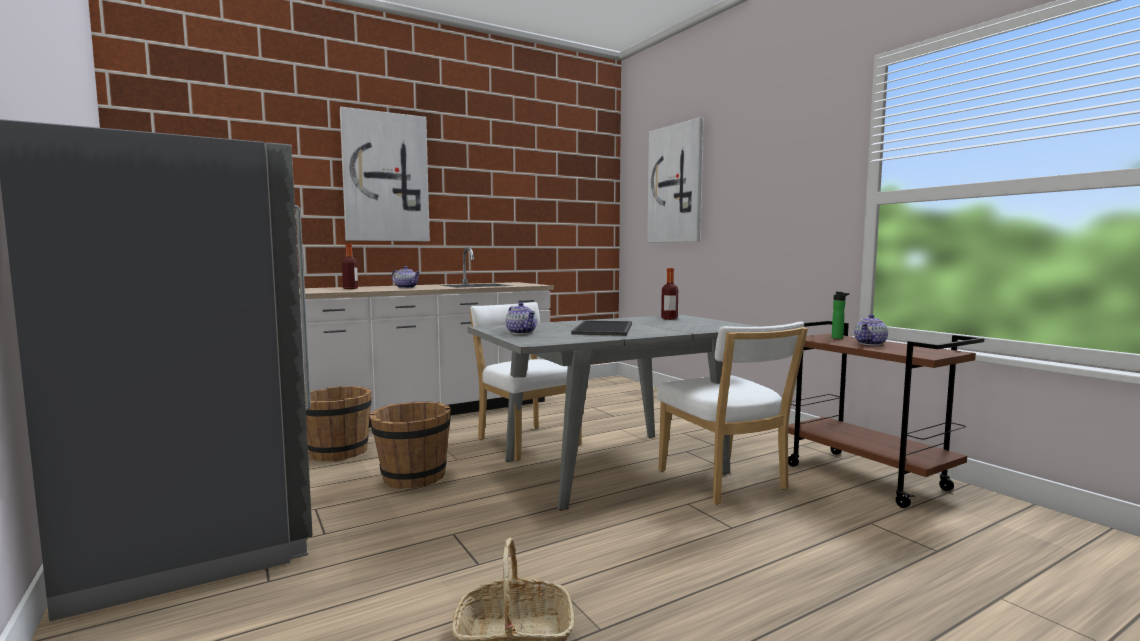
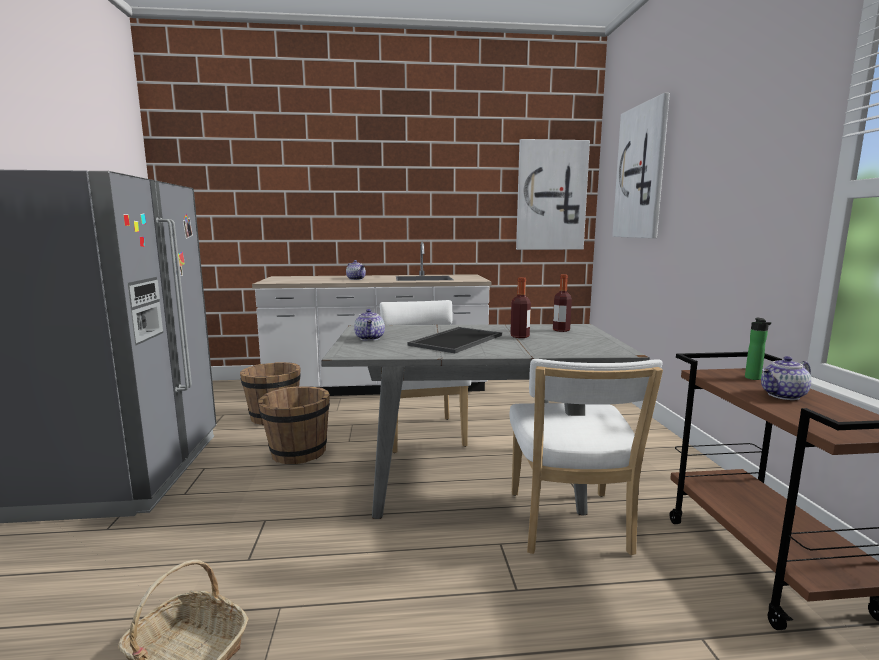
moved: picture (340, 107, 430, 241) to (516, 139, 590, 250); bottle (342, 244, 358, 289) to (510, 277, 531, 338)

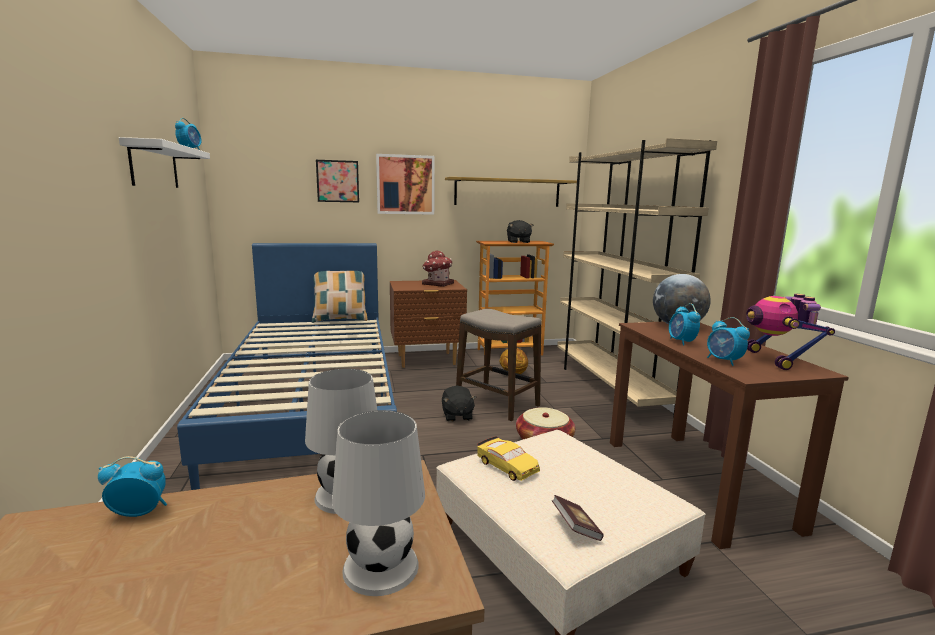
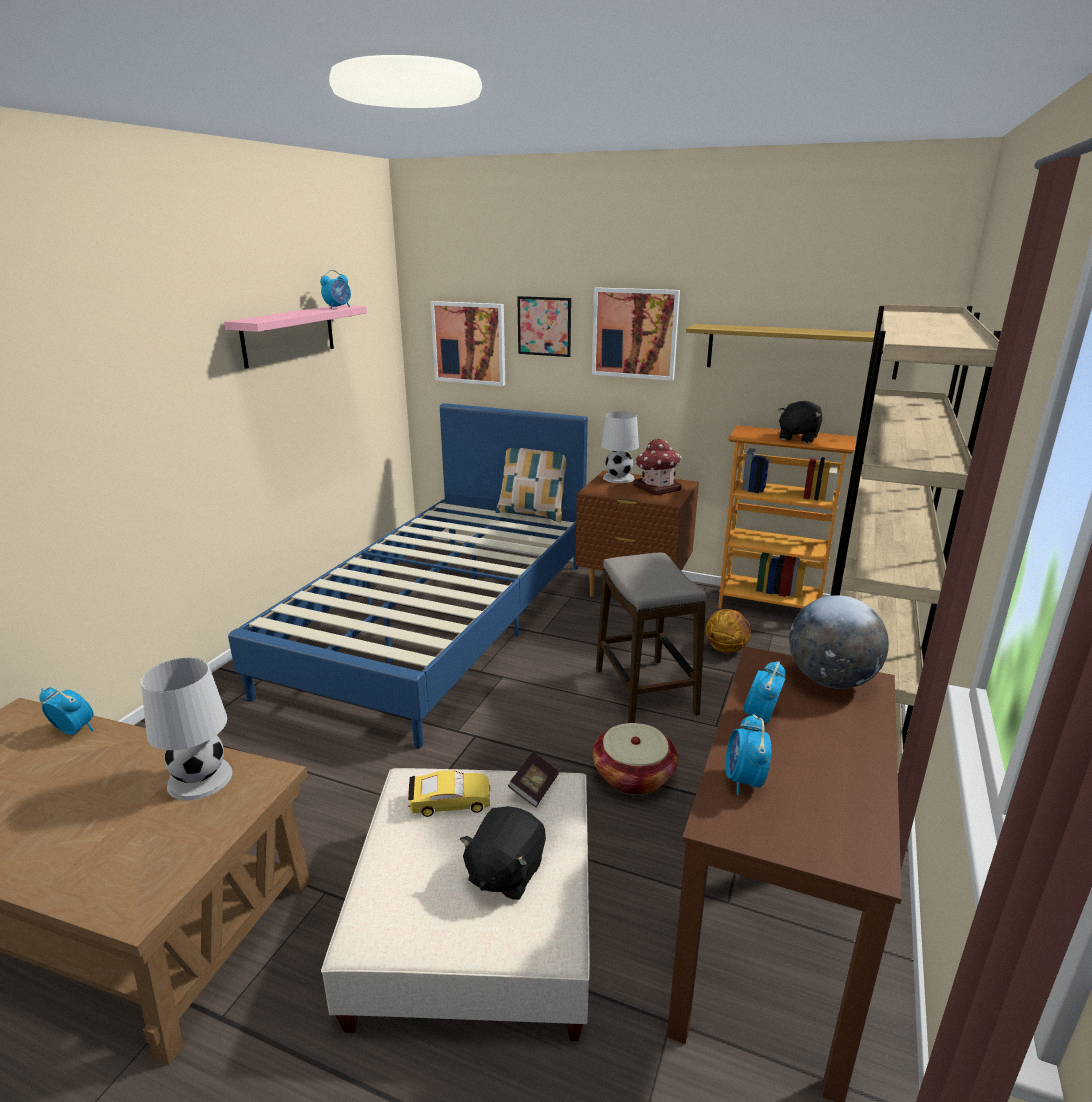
removed: toy_robot (746, 294, 835, 370)
added: picture (430, 301, 505, 386)
moved: white_table_lamp (332, 410, 425, 596) to (601, 411, 639, 483); black_plush_toy (442, 386, 477, 422) to (460, 806, 546, 900); book (552, 495, 604, 541) to (508, 752, 559, 807)
recoloured: white_shelf (119, 137, 210, 188) to pink_shelf (224, 305, 367, 369)
turned: yellow_toy_car (477, 436, 540, 481) = (408, 770, 490, 817) 90 degrees counterclockwise

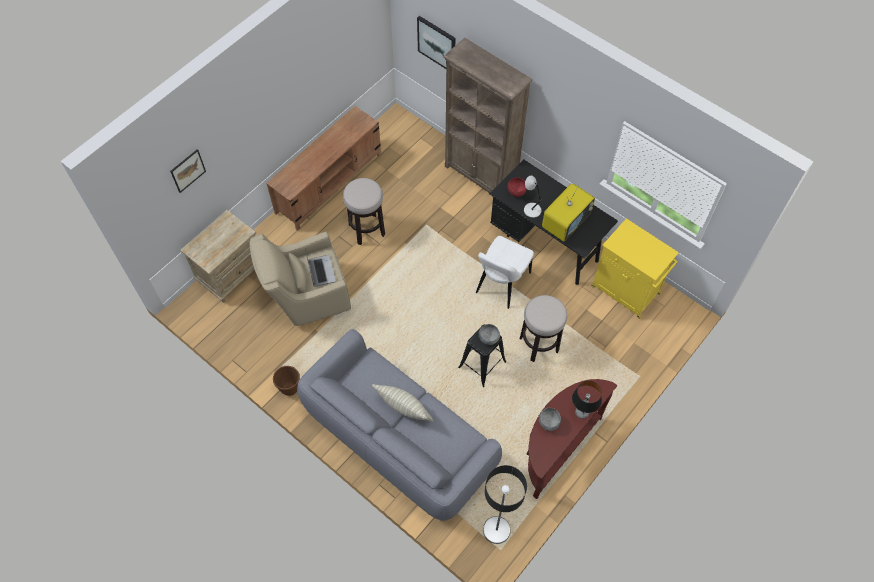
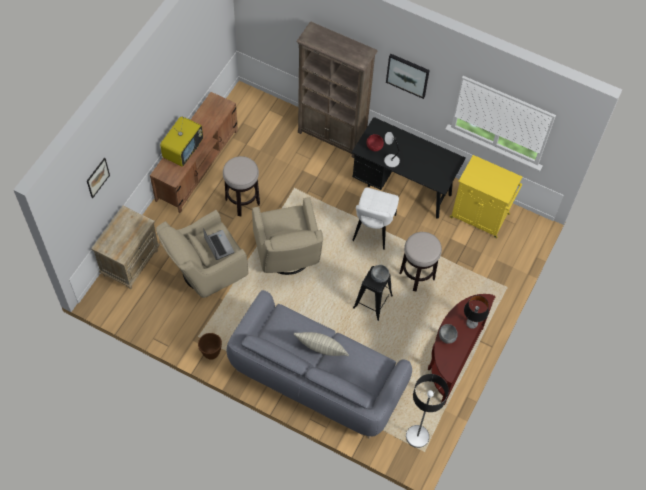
added: beige_armchair (252, 197, 323, 275)
moved: picture (417, 16, 456, 69) to (386, 54, 430, 99); television (542, 184, 595, 242) to (160, 117, 203, 167)

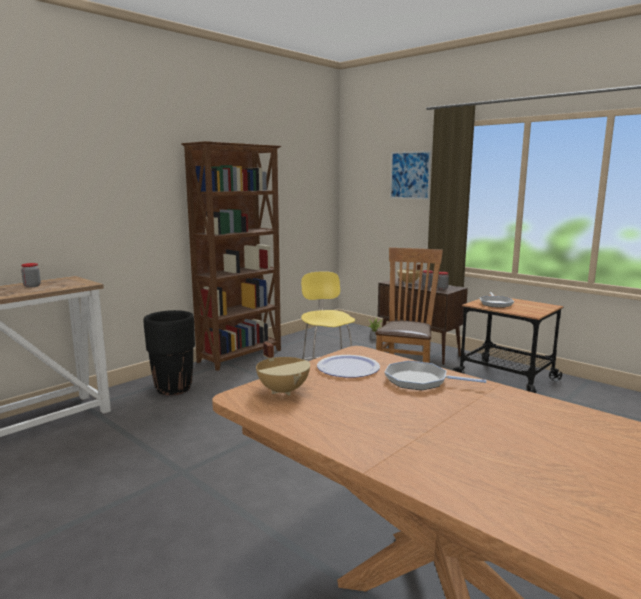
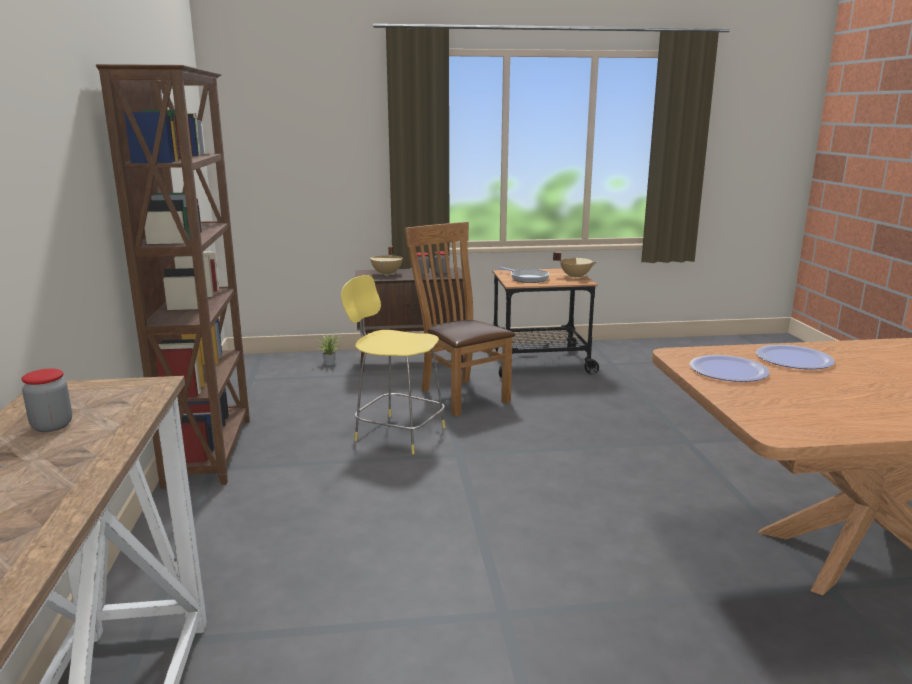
removed: black_planter (143, 310, 195, 395); picture (390, 151, 432, 200)
moved: beige_cooking_pot (256, 342, 310, 396) to (553, 252, 597, 279)
replaced: frying_pan (385, 361, 486, 390) to plate (756, 345, 835, 369)

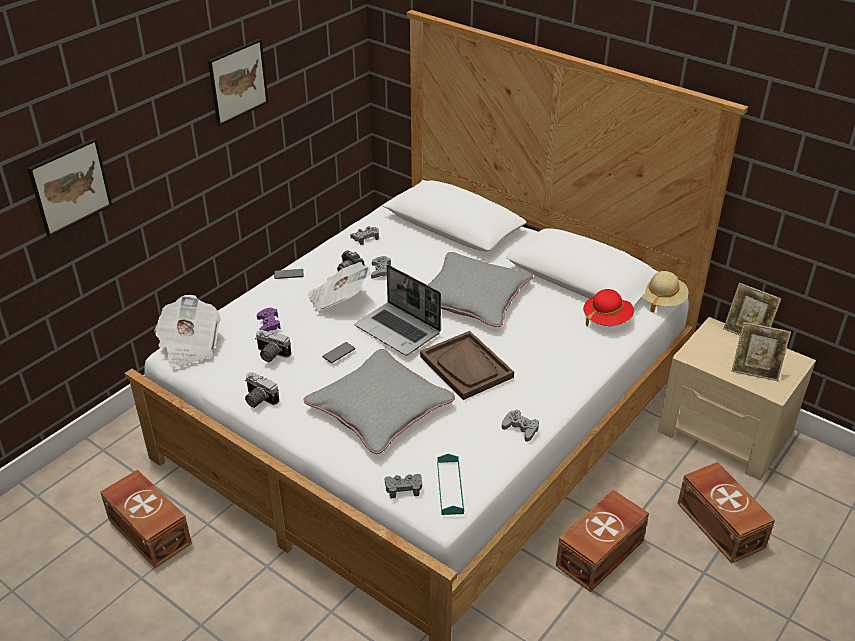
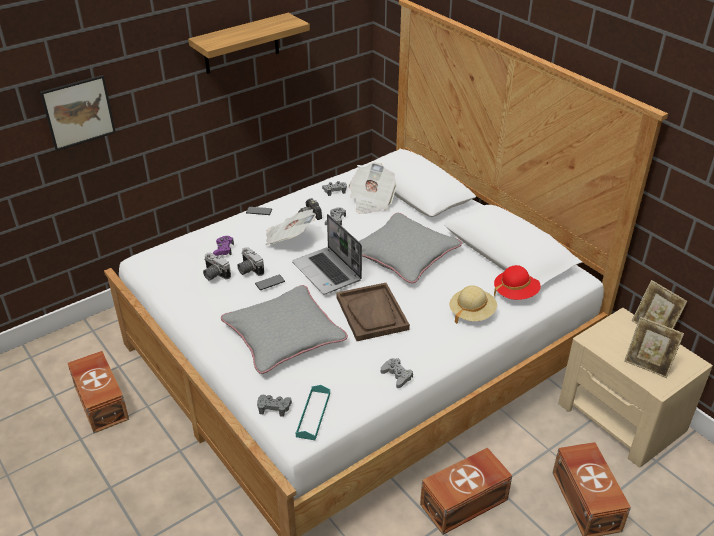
moved: newspaper (155, 295, 221, 368) to (349, 163, 397, 214); photo_camera (245, 372, 279, 408) to (237, 247, 264, 276); beige_hat (642, 271, 689, 313) to (449, 285, 497, 324)
replaced: picture (208, 39, 269, 126) to shelf (188, 13, 310, 74)

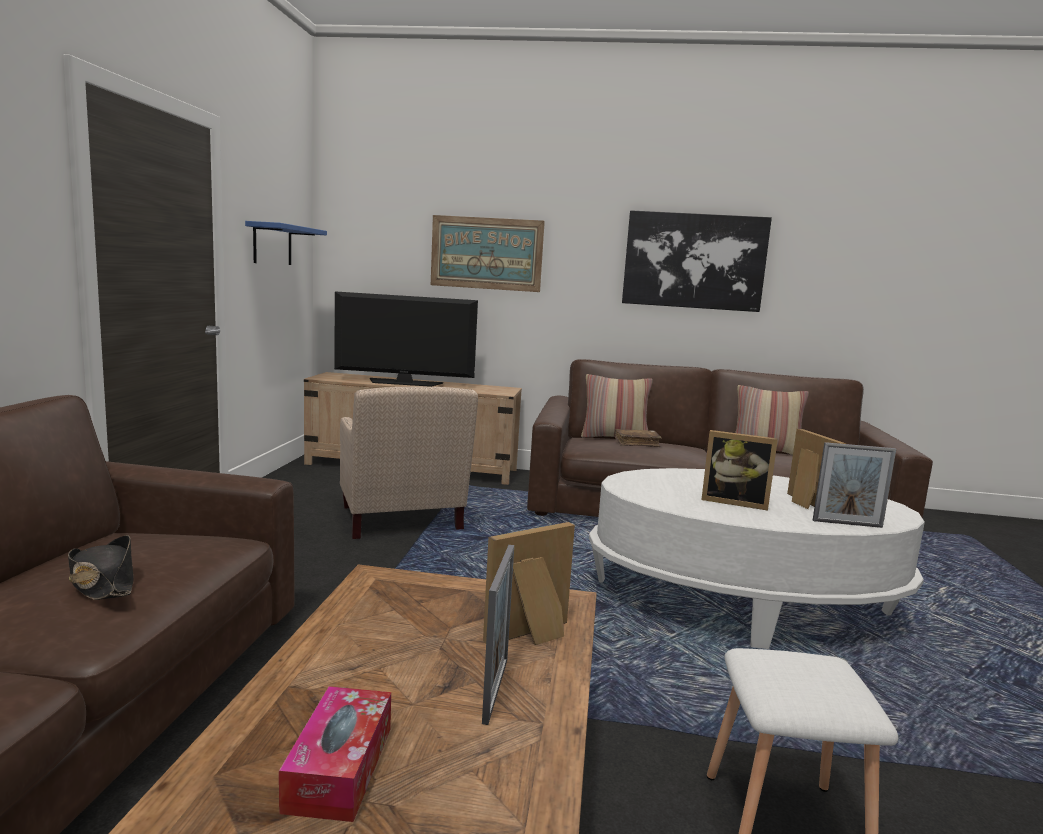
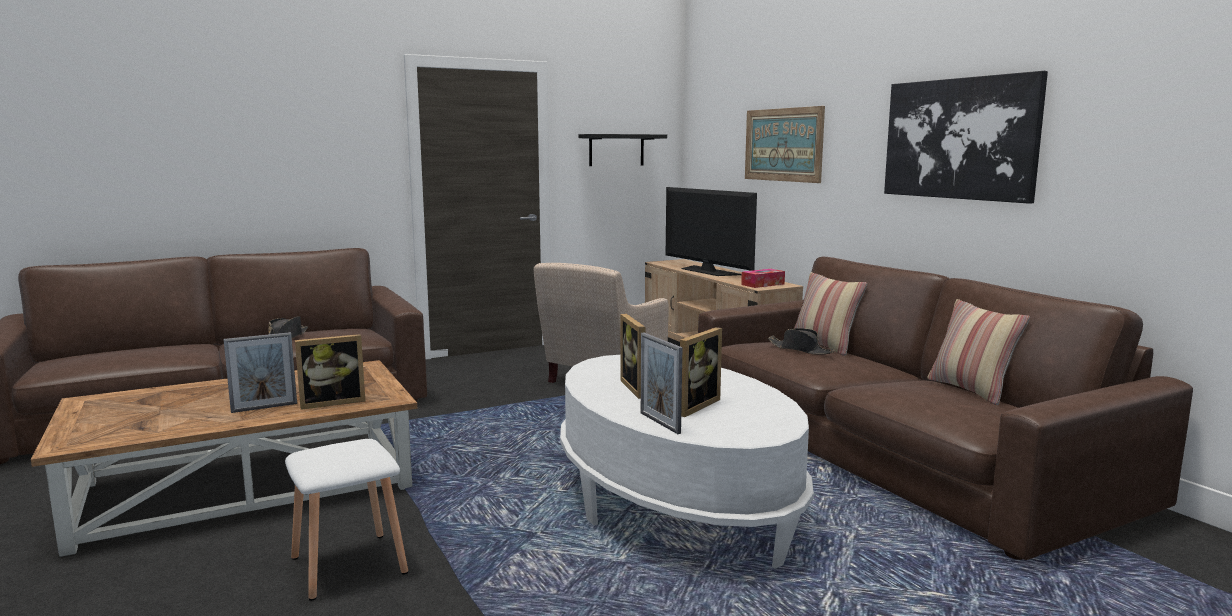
moved: tissue_box (279, 686, 391, 822) to (741, 269, 785, 288)
replaced: brown_book (614, 429, 662, 447) to black_hat (768, 328, 835, 355)
recoloured: blue_shelf (245, 221, 327, 265) to black_shelf (579, 134, 667, 166)
turned: picture_frame (483, 522, 575, 645) = (295, 334, 365, 410) 135 degrees clockwise

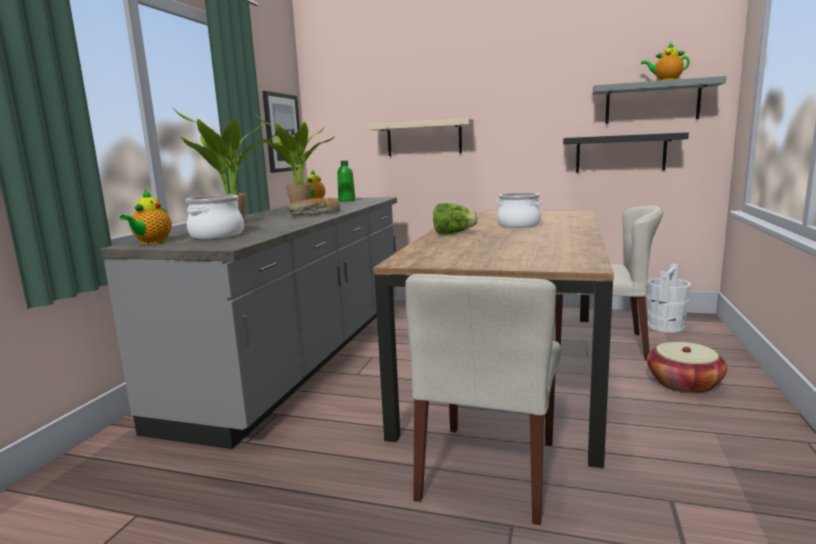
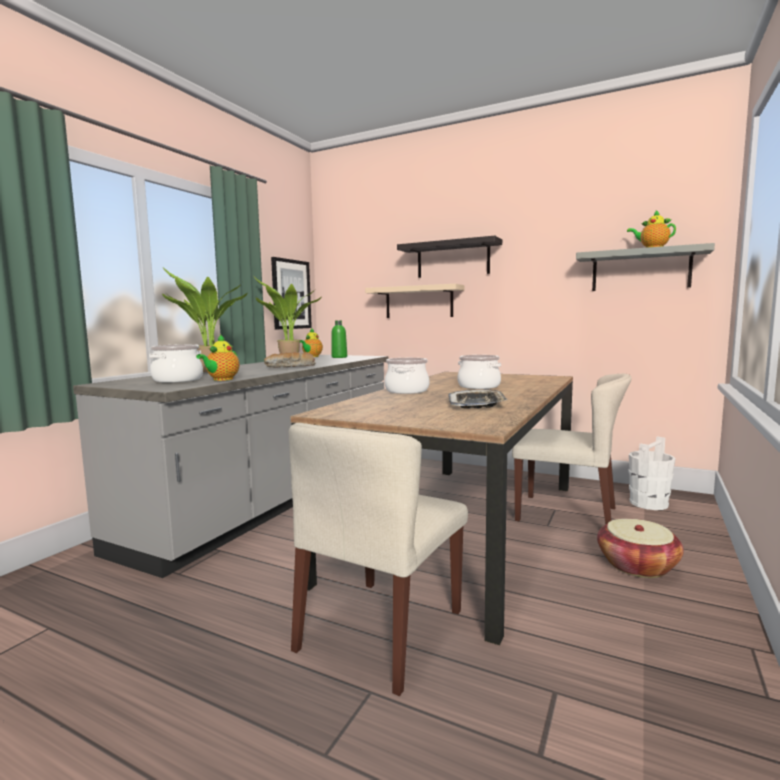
added: tray (448, 390, 507, 409)
moved: teapot (120, 190, 172, 244) to (196, 334, 239, 381); black_shelf (563, 132, 689, 172) to (397, 236, 502, 278)
replaced: lettuce (433, 203, 478, 235) to cooking_pot (385, 358, 430, 394)

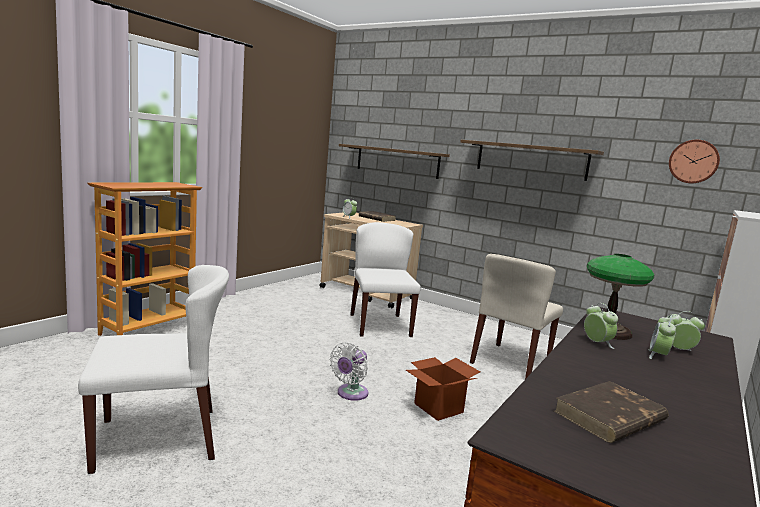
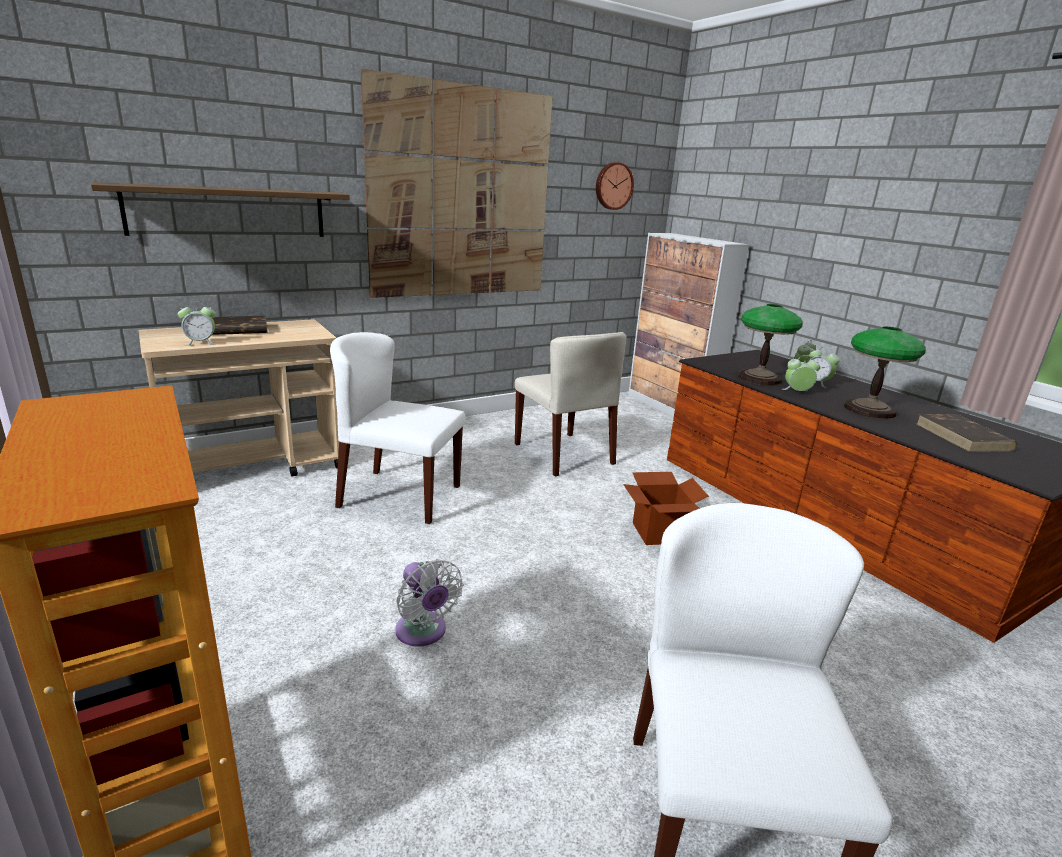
added: table_lamp (844, 327, 926, 419)
moved: white_fan (330, 342, 368, 401) to (395, 559, 463, 647)
replaced: shelf (460, 140, 604, 181) to picture (361, 69, 553, 298)

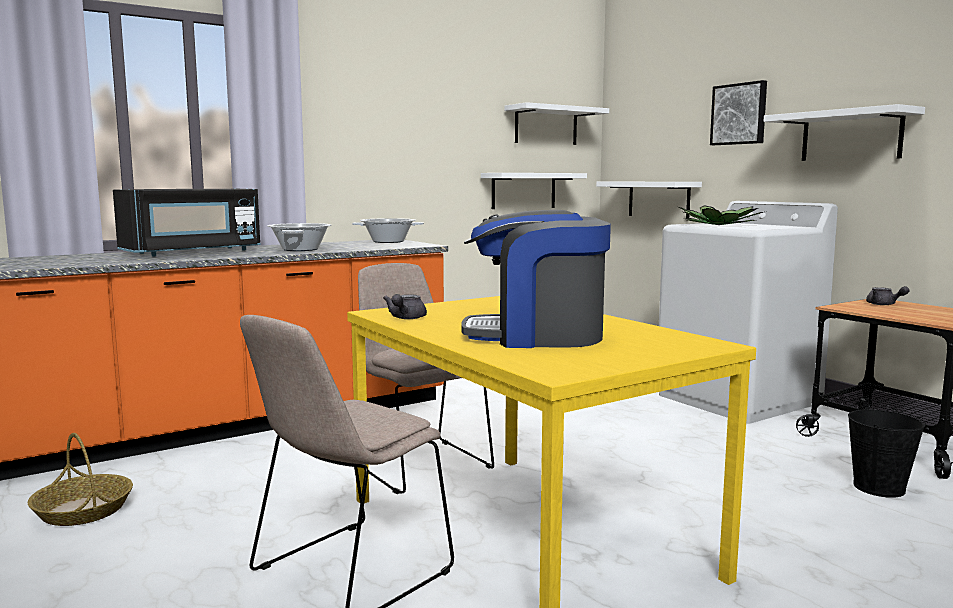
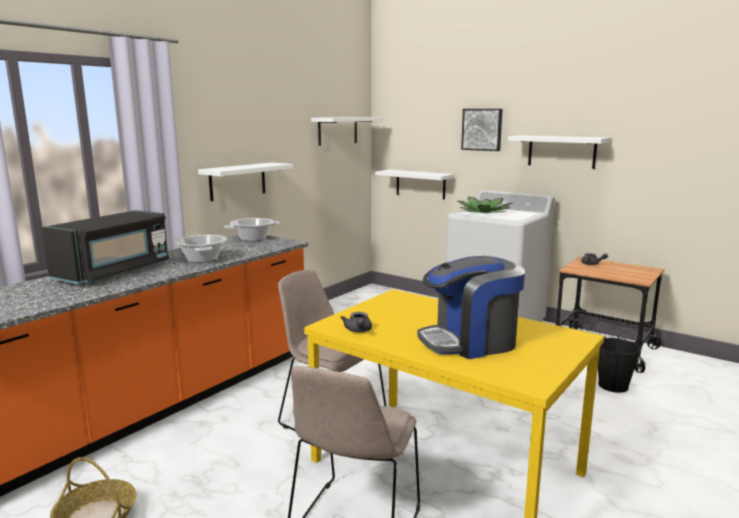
moved: white_shelf (481, 173, 587, 209) to (198, 162, 293, 201)

